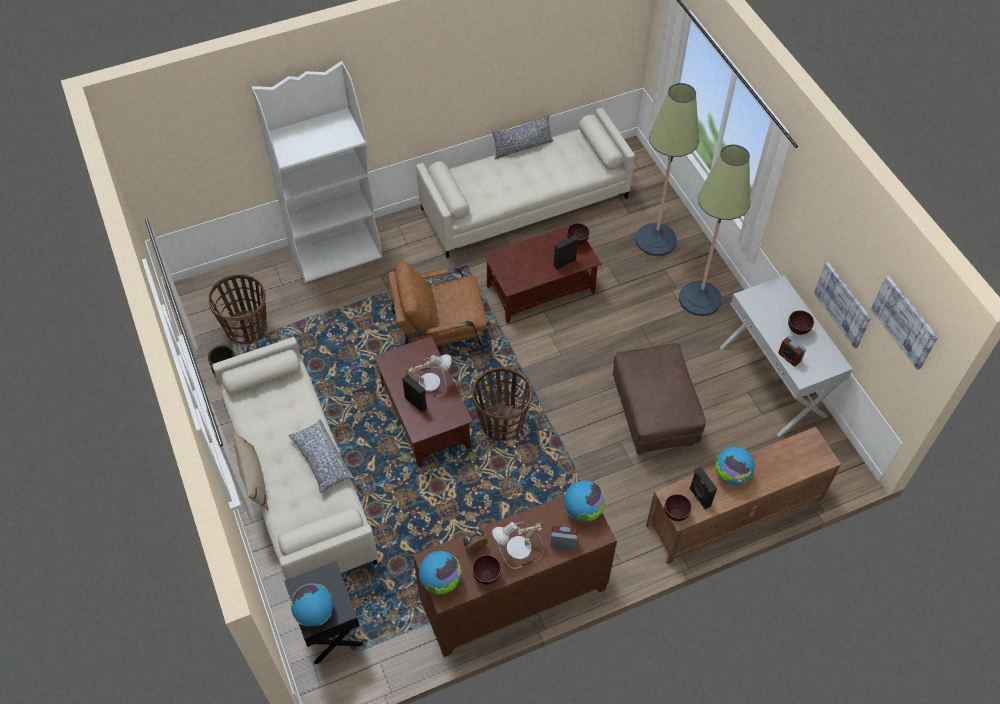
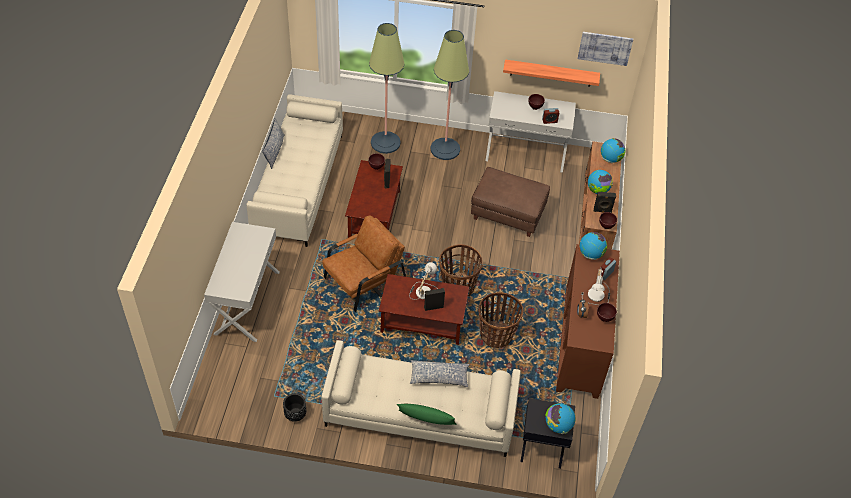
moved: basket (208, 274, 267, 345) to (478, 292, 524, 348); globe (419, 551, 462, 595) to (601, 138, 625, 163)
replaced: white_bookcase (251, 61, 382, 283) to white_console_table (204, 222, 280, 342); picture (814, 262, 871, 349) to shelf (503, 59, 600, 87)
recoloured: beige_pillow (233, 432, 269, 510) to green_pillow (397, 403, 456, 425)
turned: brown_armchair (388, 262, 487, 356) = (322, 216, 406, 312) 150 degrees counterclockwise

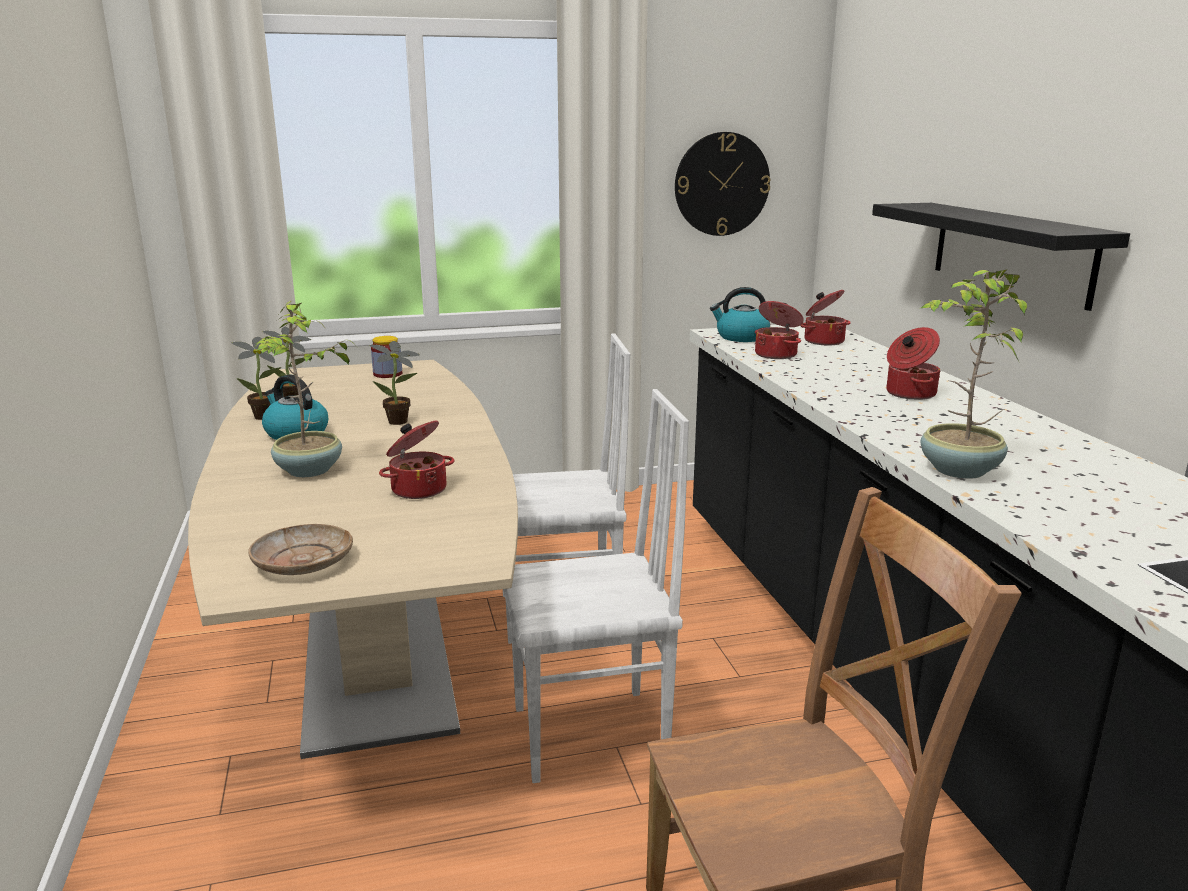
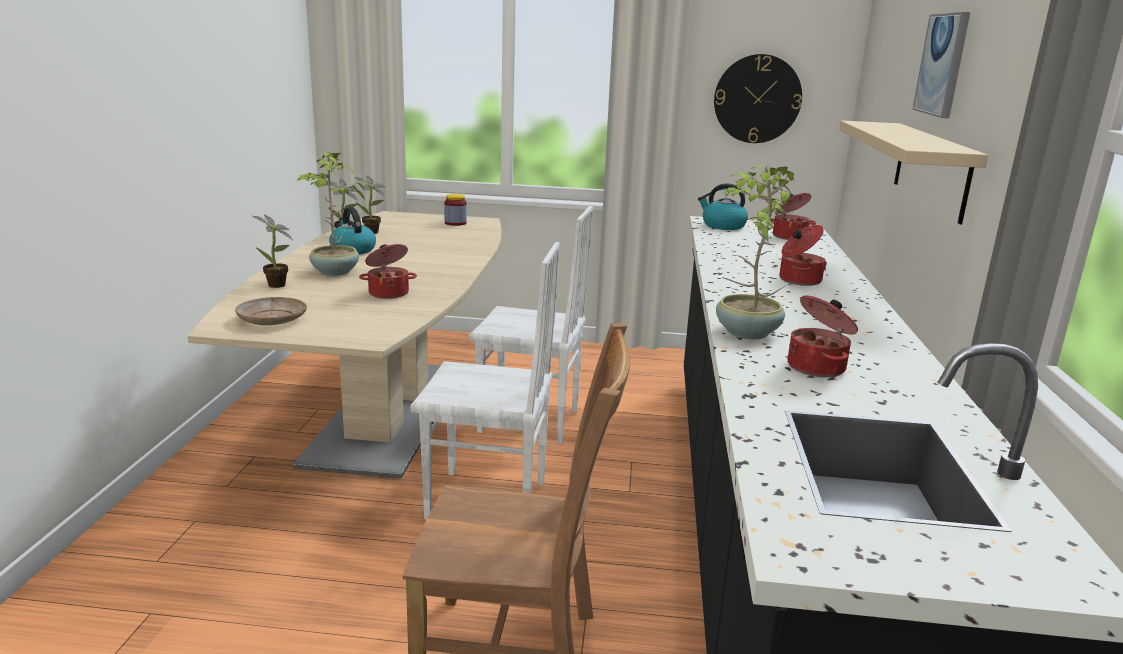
added: picture (913, 12, 970, 118)
moved: potted_plant (369, 341, 420, 425) to (252, 214, 293, 288); cooking_pot (755, 301, 804, 359) to (788, 295, 858, 377)
recoloured: black_shelf (872, 203, 1130, 311) to beige_shelf (839, 120, 988, 224)

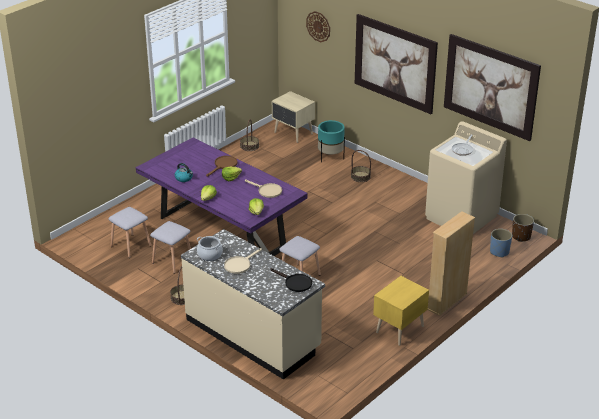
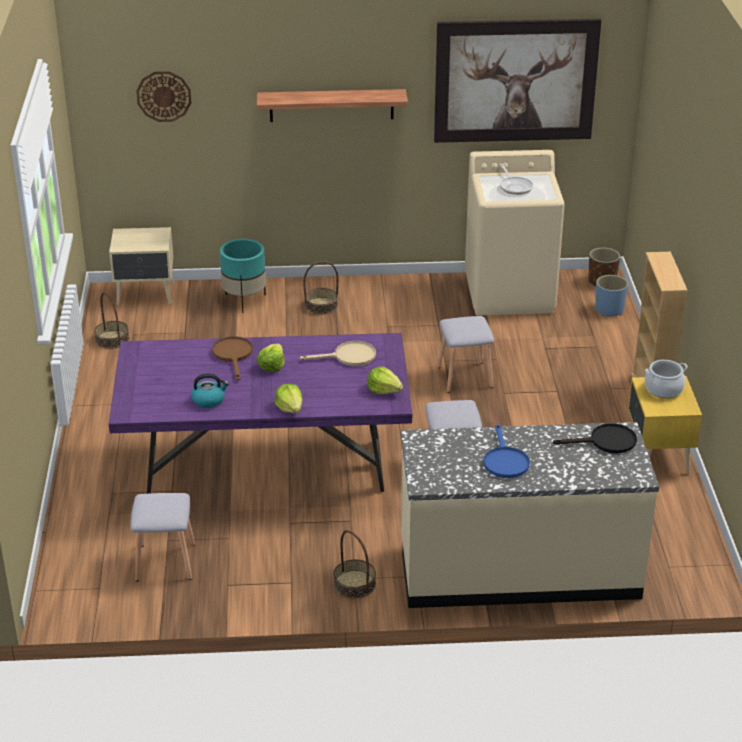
moved: grey_stool (150, 221, 191, 274) to (437, 316, 495, 393); cooking_pot (197, 236, 223, 261) to (644, 360, 688, 398)
replaced: picture (355, 14, 438, 114) to shelf (257, 89, 408, 122)
recoloured: beige_frying_pan (224, 248, 262, 274) to blue_frying_pan (484, 424, 530, 478)

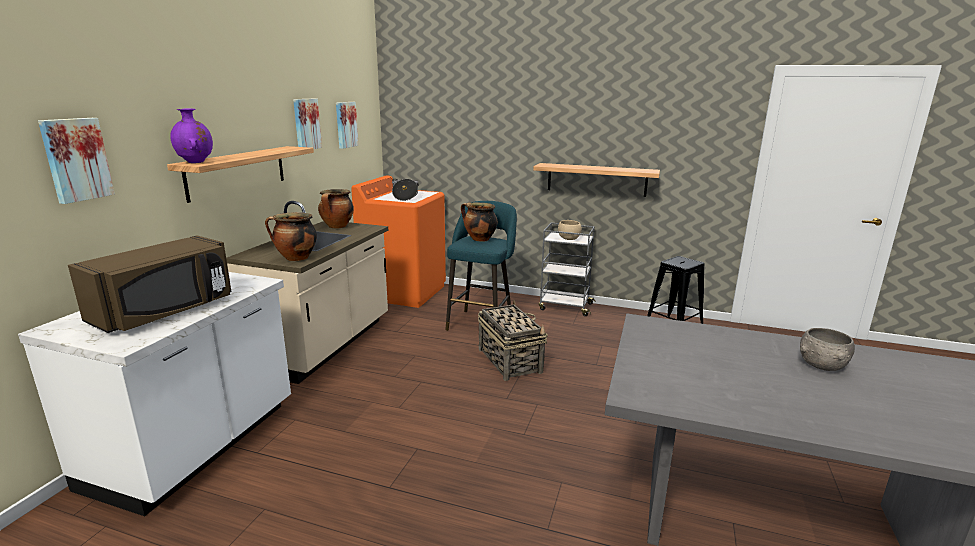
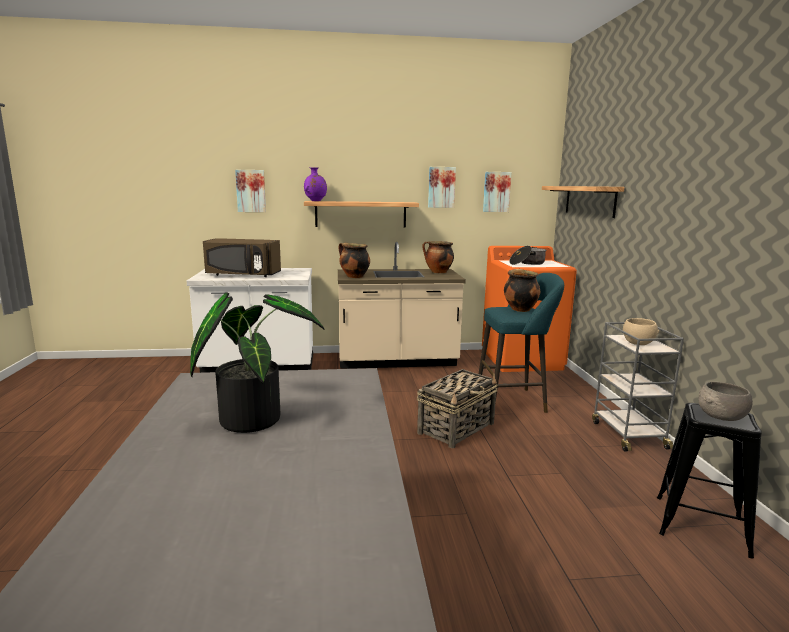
added: potted_plant (190, 292, 325, 433)
moved: shelf (533, 163, 660, 197) to (542, 186, 625, 218); grey_bowl (800, 328, 855, 371) to (698, 381, 753, 421)

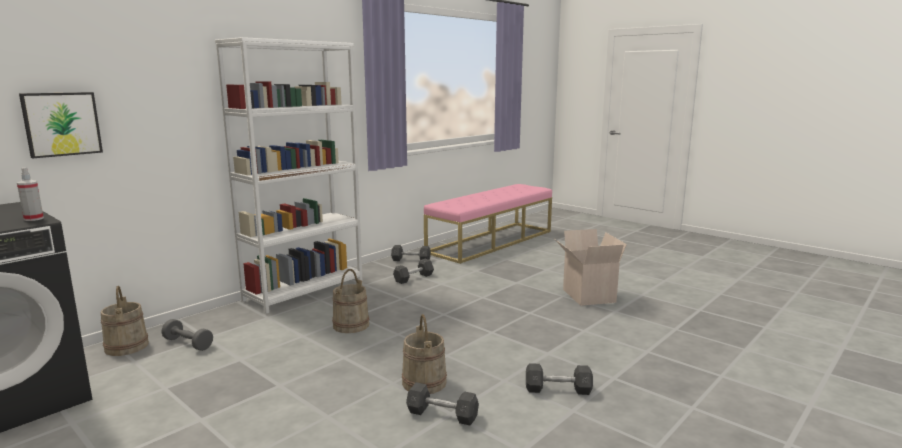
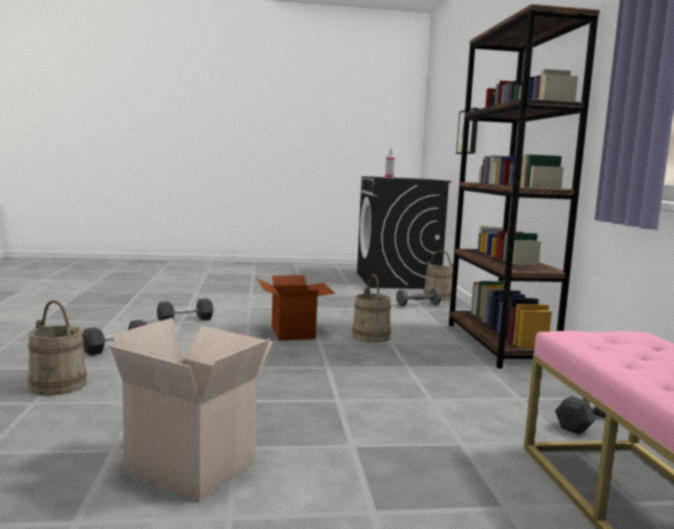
removed: grey_dumbbell (393, 259, 434, 284)
added: cardboard_box (257, 275, 335, 340)
moved: beige_bucket (402, 314, 447, 394) to (27, 300, 87, 396)
recoloured: white_bookcase (215, 37, 363, 314) to brown_bookcase (449, 4, 600, 368)

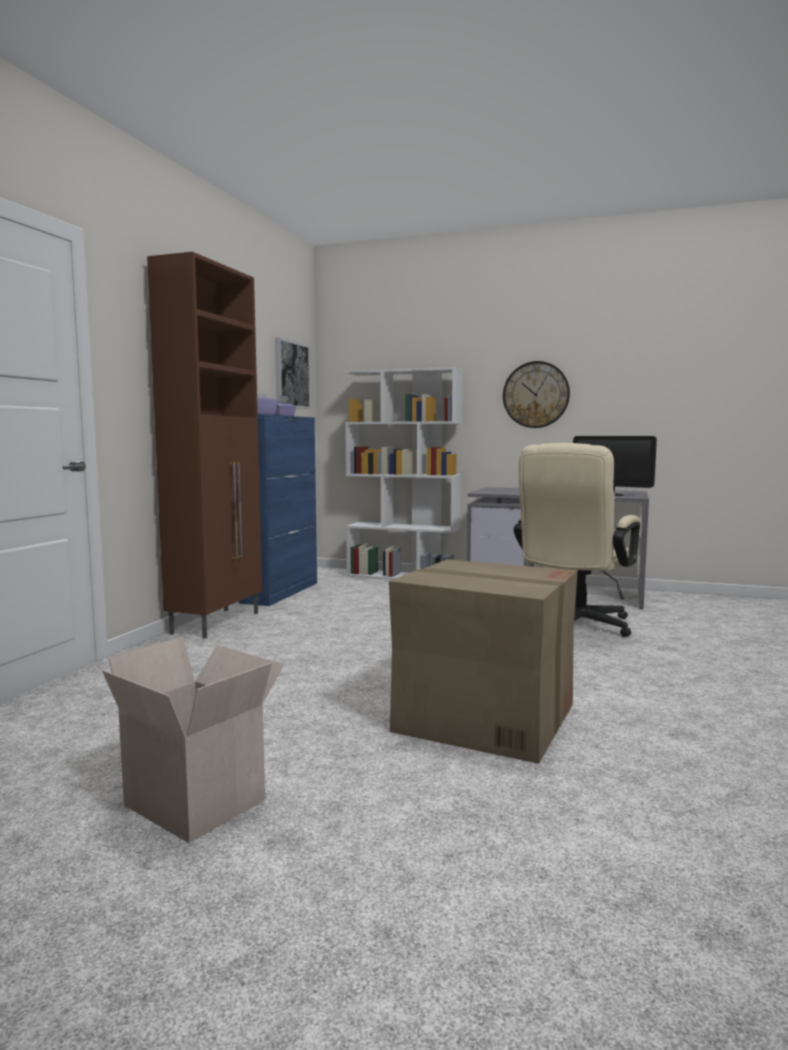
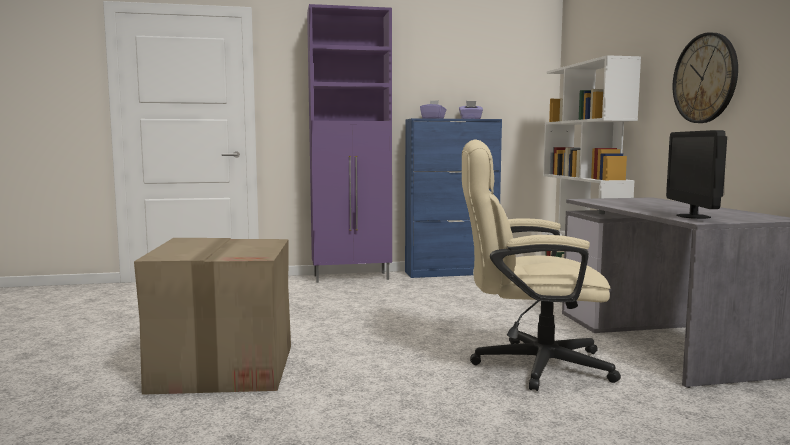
removed: cardboard_box (102, 637, 284, 843); picture (275, 337, 311, 409)
recoloured: brown_cabinet (147, 252, 262, 638) to purple_cabinet (307, 4, 392, 283)

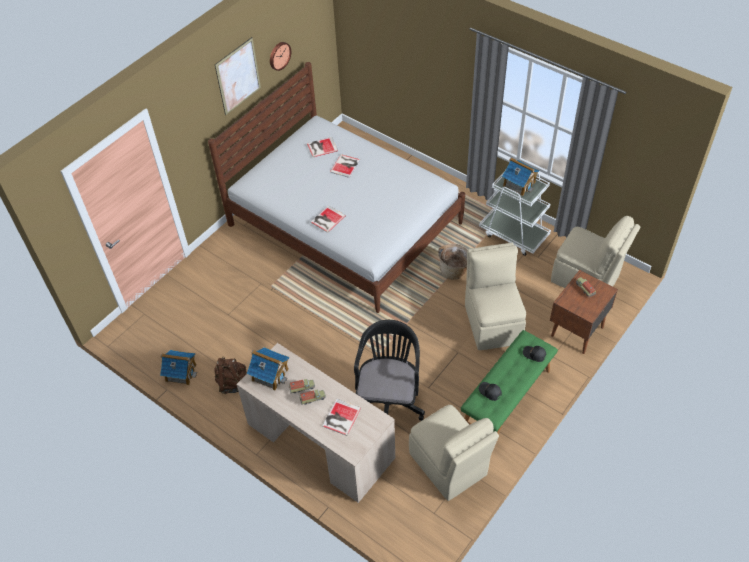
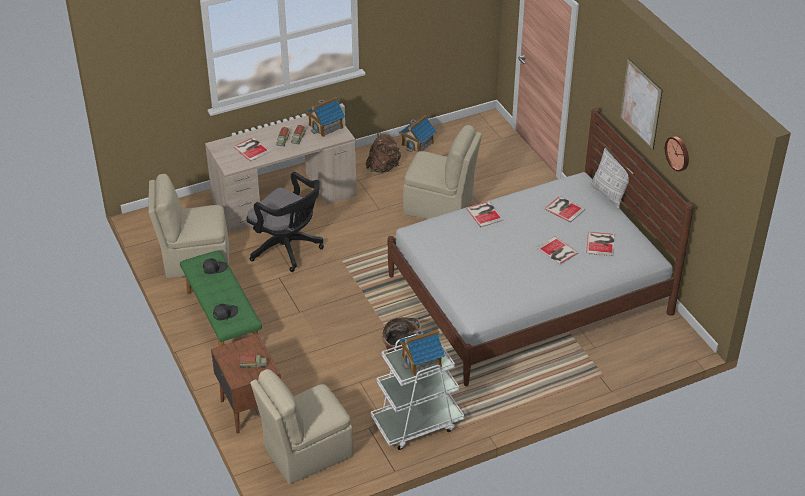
added: book (544, 196, 585, 223); pillow (589, 148, 633, 209)
moved: beige_chair (465, 242, 526, 350) to (403, 125, 482, 219)

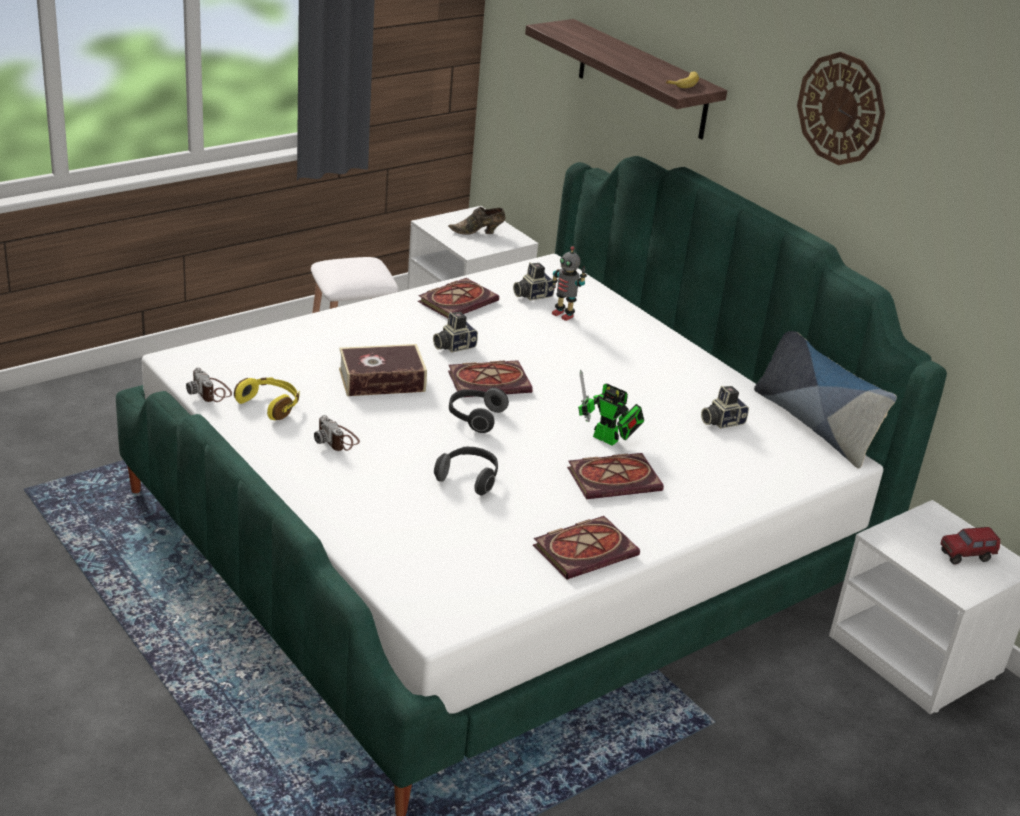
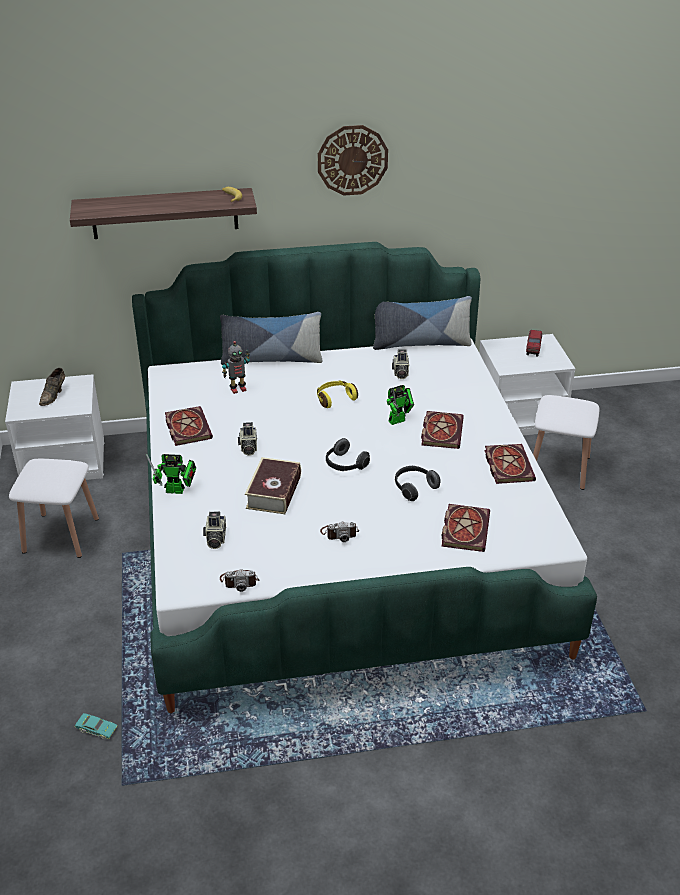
added: turquoise_toy_car (74, 713, 118, 739); toy_robot (146, 454, 196, 494); pillow (220, 312, 323, 365); white_stool (533, 395, 599, 490)
moved: yellow_headphones (234, 377, 300, 420) to (317, 380, 358, 408); book (448, 360, 533, 397) to (442, 504, 490, 552); photo_camera (513, 262, 555, 300) to (203, 512, 226, 549)

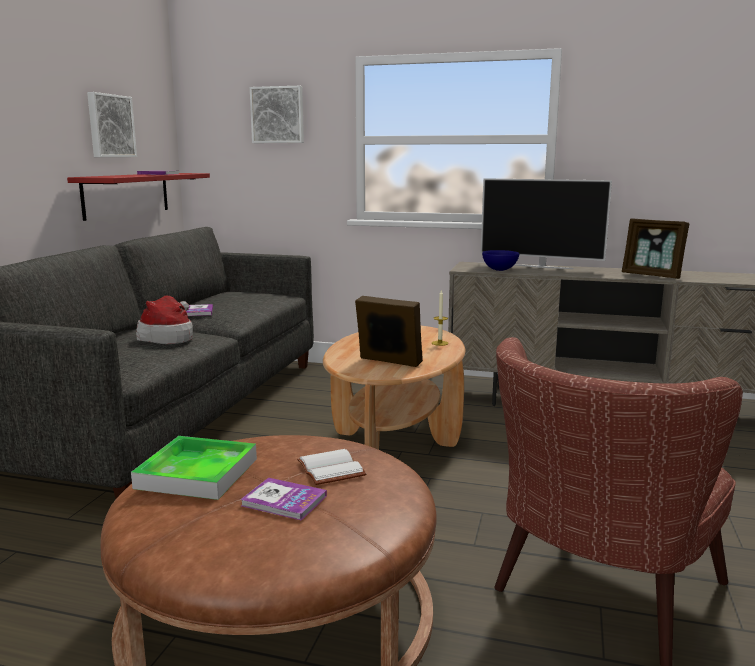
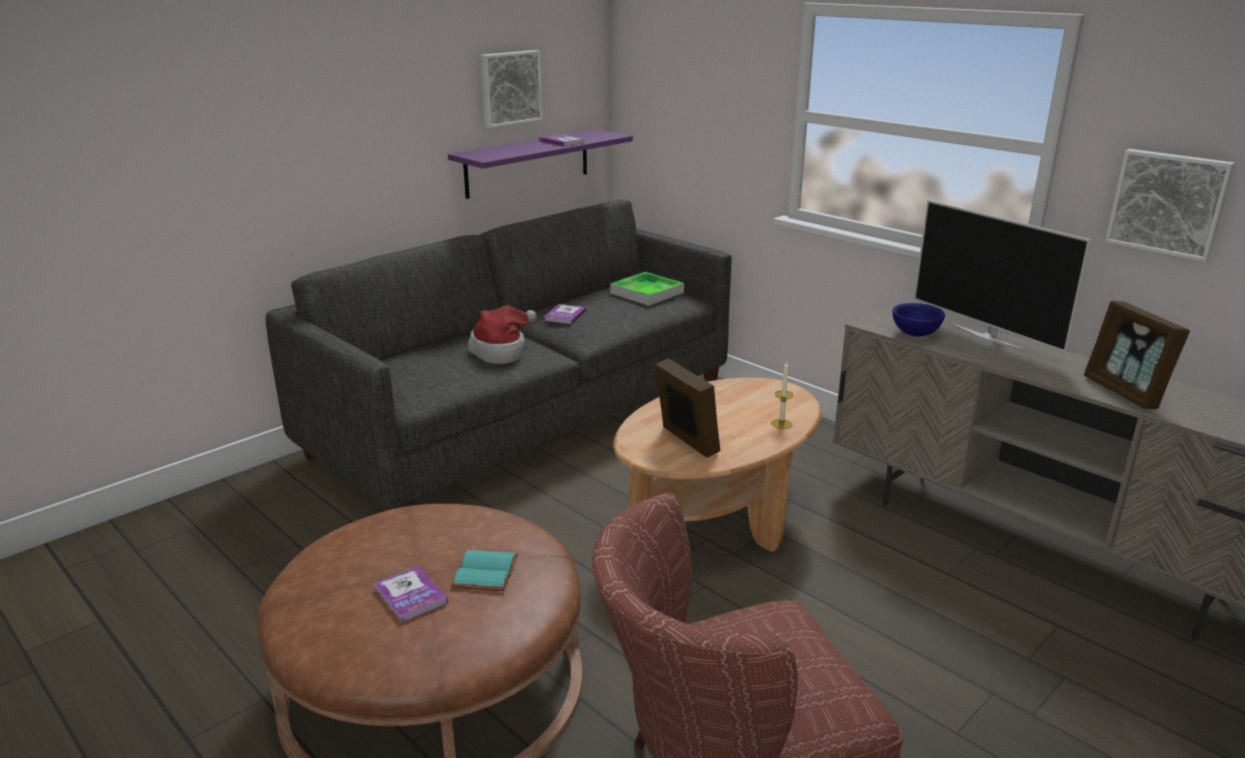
moved: tray (131, 436, 257, 500) to (610, 272, 684, 306); picture (250, 86, 304, 143) to (1105, 149, 1235, 261)
recoloured: red_shelf (67, 173, 210, 221) to purple_shelf (448, 130, 633, 199); white_book (297, 449, 366, 485) to turquoise_book (451, 550, 518, 591)

